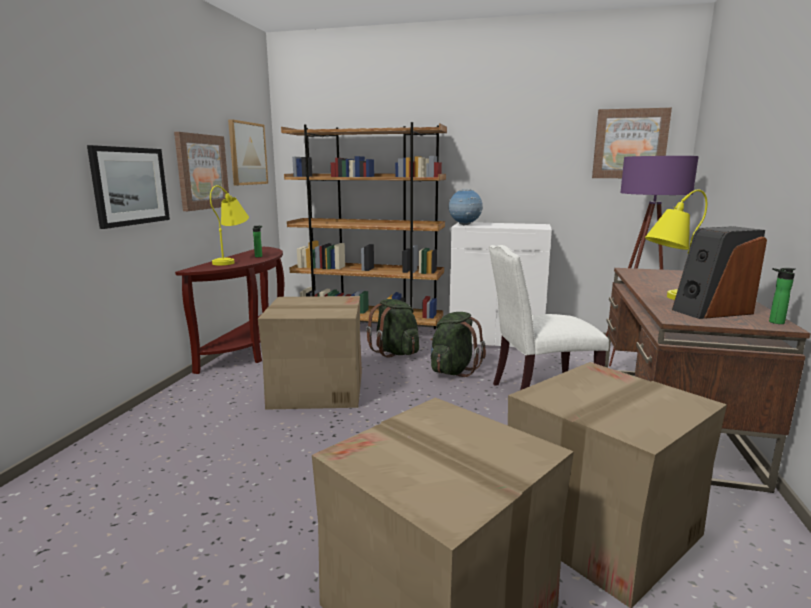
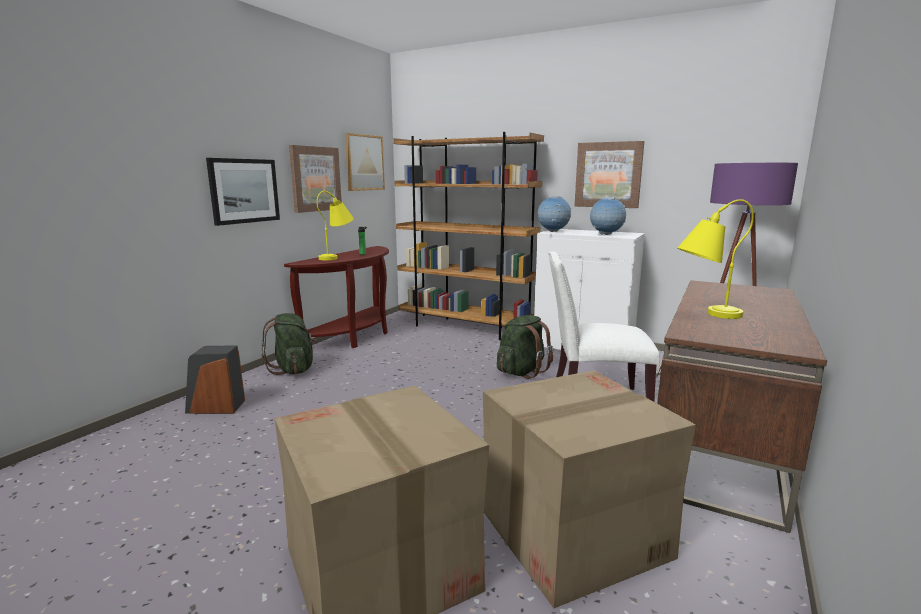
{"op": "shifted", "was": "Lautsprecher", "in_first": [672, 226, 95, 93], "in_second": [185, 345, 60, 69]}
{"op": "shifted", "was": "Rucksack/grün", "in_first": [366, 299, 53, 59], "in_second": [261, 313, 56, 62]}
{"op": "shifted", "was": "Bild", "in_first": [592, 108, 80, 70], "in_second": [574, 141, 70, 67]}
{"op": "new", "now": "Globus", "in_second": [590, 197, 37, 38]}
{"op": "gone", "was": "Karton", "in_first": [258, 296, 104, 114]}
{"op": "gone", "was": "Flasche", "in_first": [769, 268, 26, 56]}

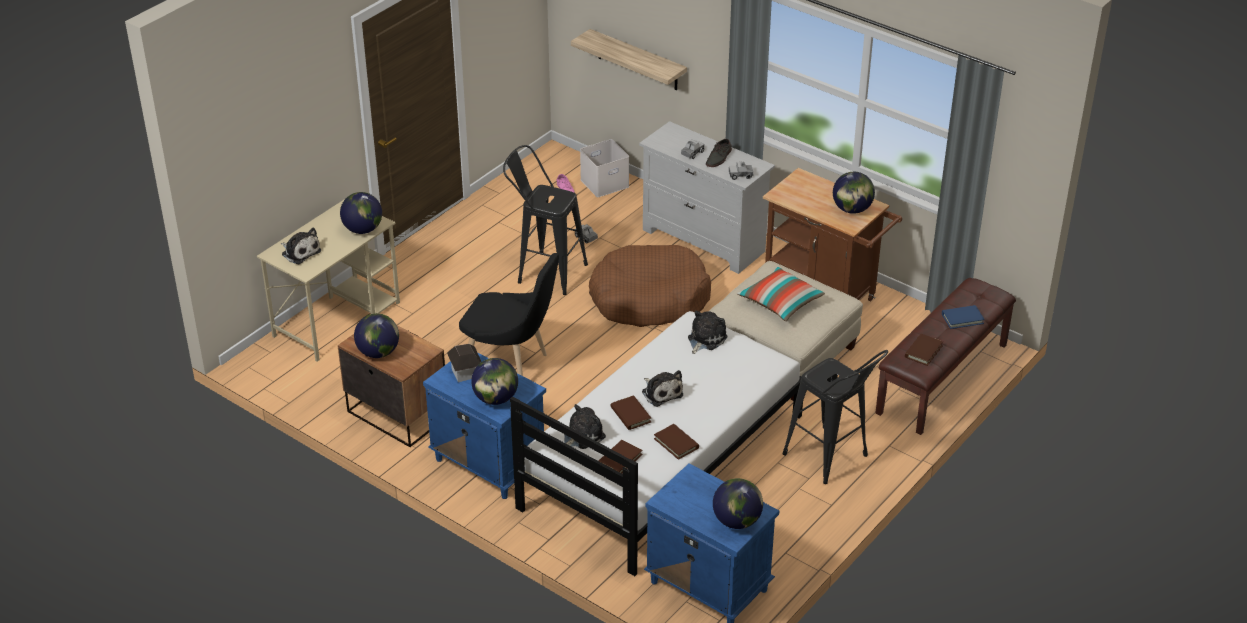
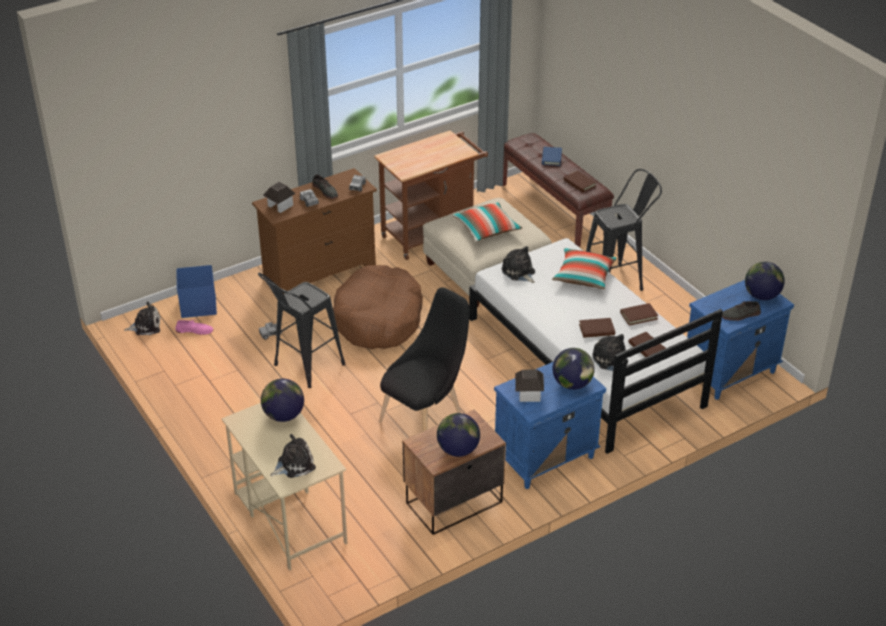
{"op": "shifted", "was": "Plüschtier", "in_first": [642, 370, 41, 37], "in_second": [124, 302, 36, 33]}
{"op": "repainted", "was": "Aufbewahrungsbox/weiß", "now": "Aufbewahrungsbox/blau", "in_first": [580, 139, 49, 58], "in_second": [176, 265, 41, 53]}
{"op": "repainted", "was": "Kommode/weiß", "now": "Kommode/braun", "in_first": [639, 121, 136, 153], "in_second": [252, 168, 125, 126]}
{"op": "new", "now": "Spielzeughaus", "in_second": [263, 182, 32, 31]}
{"op": "new", "now": "Kissen", "in_second": [552, 248, 65, 41]}
{"op": "new", "now": "Schuh/grau", "in_second": [722, 301, 39, 20]}
{"op": "gone", "was": "Wandregal", "in_first": [571, 29, 116, 61]}
{"op": "gone", "was": "Globus", "in_first": [833, 172, 42, 42]}

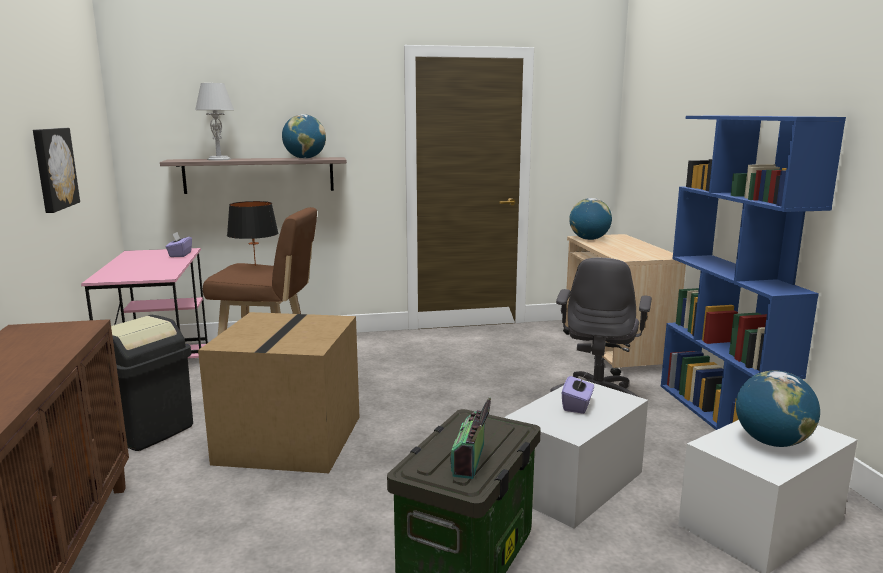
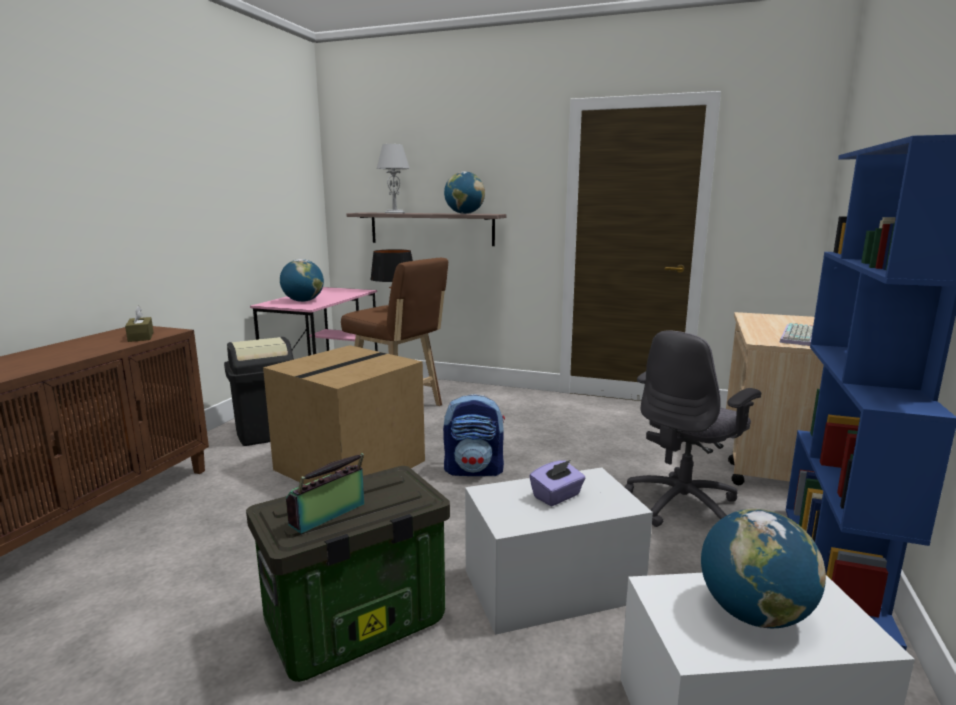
{"op": "new", "now": "Taschentuchbox/braun", "in_second": [125, 306, 28, 36]}
{"op": "shifted", "was": "Globus", "in_first": [569, 198, 43, 42], "in_second": [280, 259, 44, 43]}
{"op": "new", "now": "Rucksack", "in_second": [443, 394, 62, 82]}
{"op": "new", "now": "Tastatur", "in_second": [779, 323, 34, 23]}
{"op": "gone", "was": "Bild", "in_first": [33, 128, 47, 85]}
{"op": "gone", "was": "Taschentuchbox/lila", "in_first": [166, 232, 26, 25]}

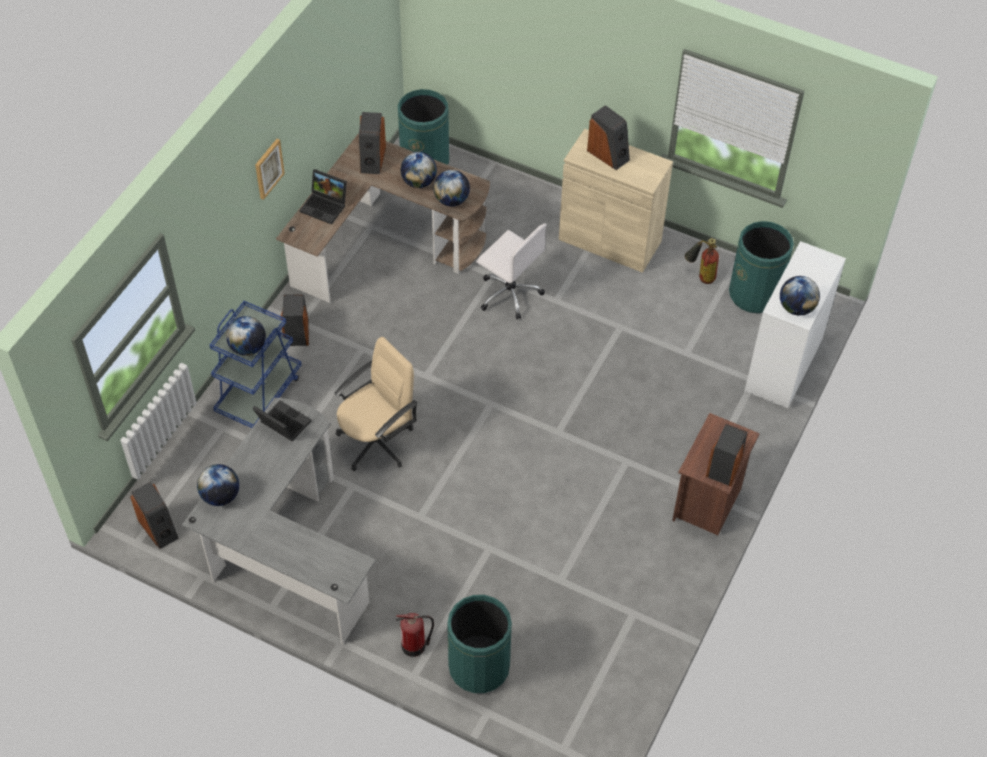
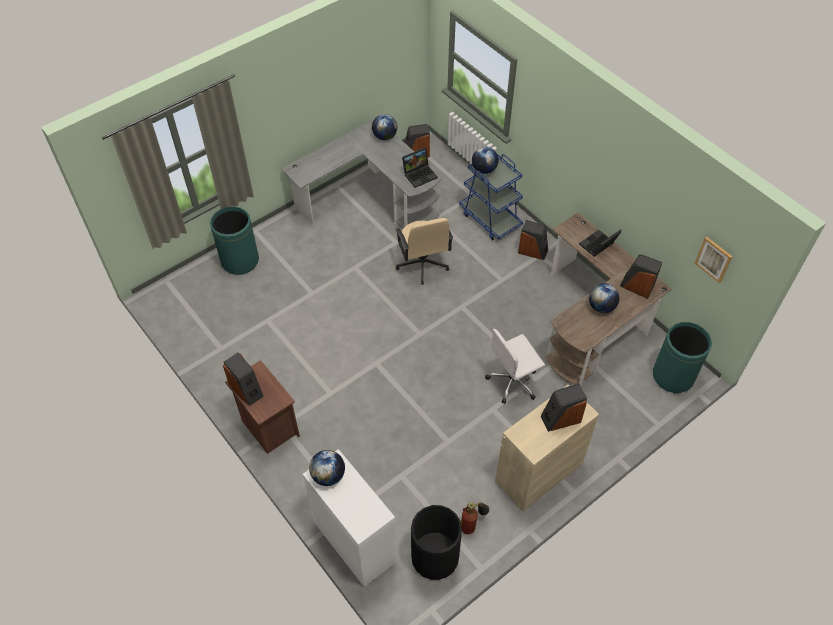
{"op": "repainted", "was": "Mülleimer/grün", "now": "Mülleimer/schwarz", "in_first": [729, 221, 65, 92], "in_second": [411, 505, 51, 75]}
{"op": "shifted", "was": "Bild", "in_first": [255, 139, 30, 61], "in_second": [695, 237, 38, 46]}
{"op": "gone", "was": "Feuerlöscher", "in_first": [396, 613, 38, 44]}
{"op": "gone", "was": "Globus", "in_first": [433, 170, 37, 37]}

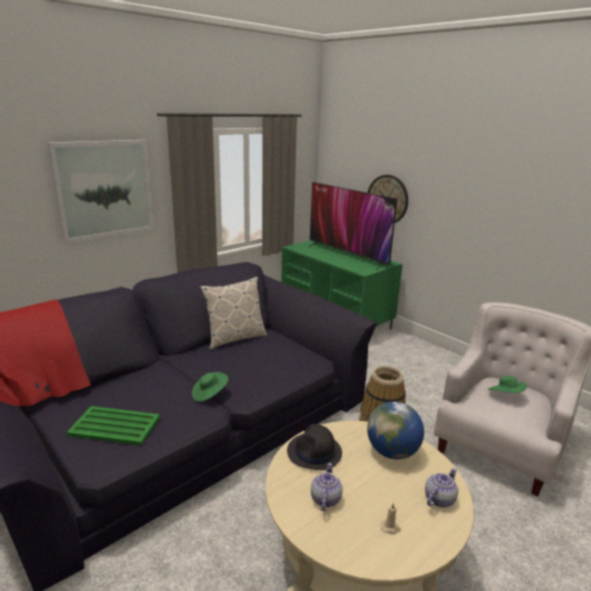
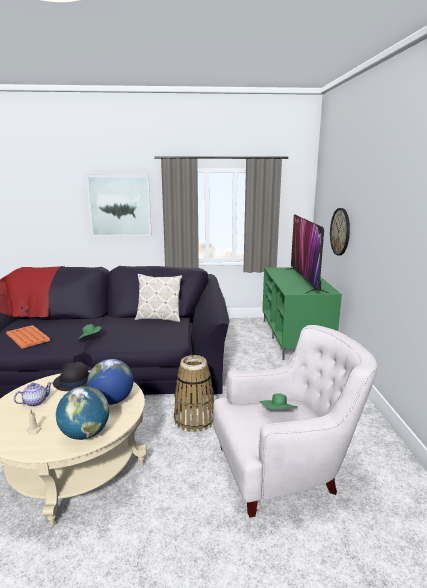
{"op": "repainted", "was": "Tablett/grün", "now": "Tablett/orange", "in_first": [67, 406, 93, 40], "in_second": [6, 325, 44, 24]}
{"op": "swapped", "was": "Teekanne", "now": "Globus", "in_first": [425, 468, 33, 39], "in_second": [56, 386, 53, 54]}

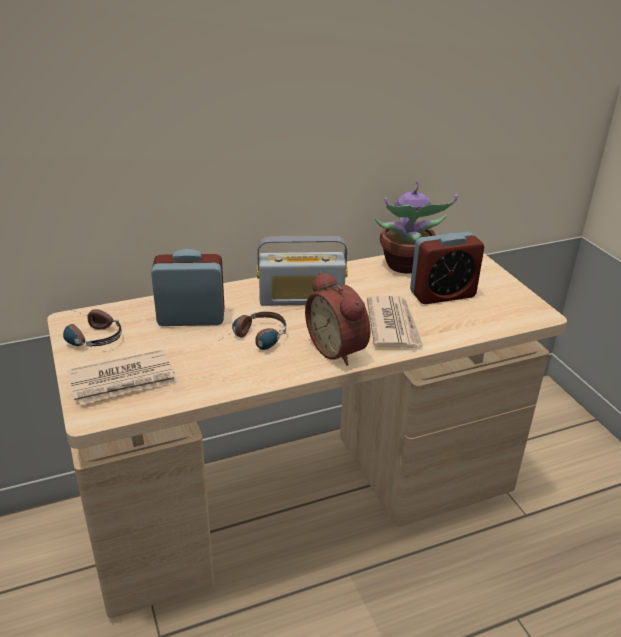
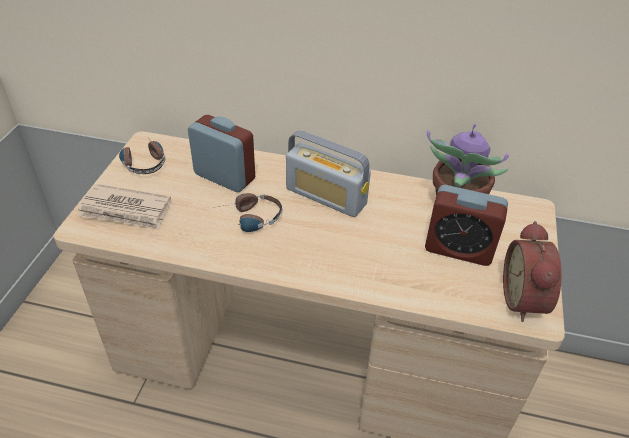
{"op": "shifted", "was": "Wecker", "in_first": [305, 271, 66, 95], "in_second": [503, 221, 59, 101]}
{"op": "gone", "was": "Zeitung", "in_first": [367, 296, 56, 52]}

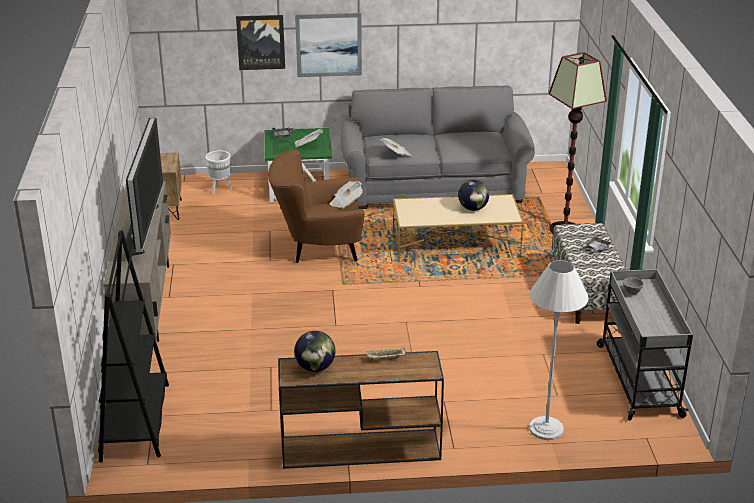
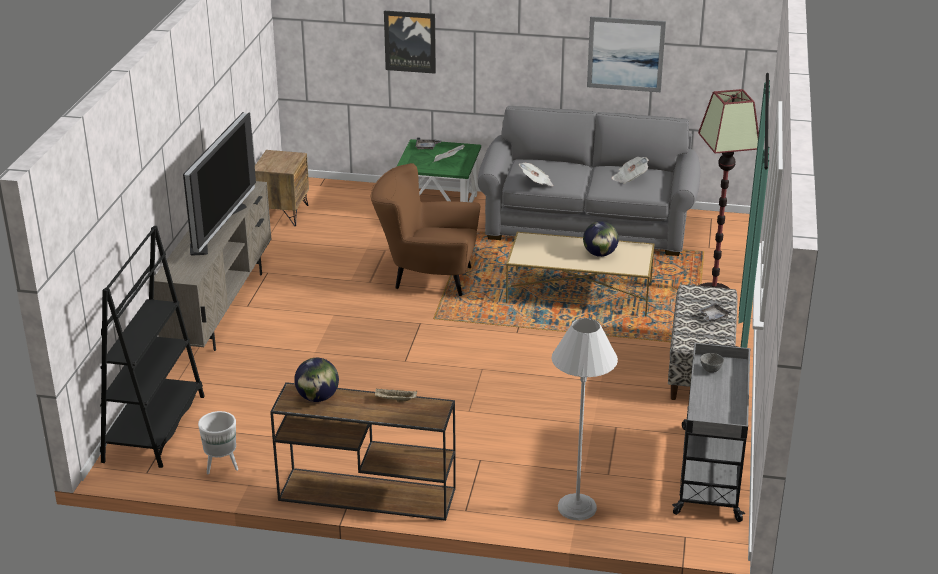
{"op": "shifted", "was": "Pflanzkübel/weiß", "in_first": [205, 150, 27, 44], "in_second": [198, 411, 40, 64]}
{"op": "shifted", "was": "Bild", "in_first": [295, 13, 67, 64], "in_second": [587, 16, 79, 76]}
{"op": "shifted", "was": "Zeitung", "in_first": [330, 181, 33, 28], "in_second": [612, 157, 37, 27]}

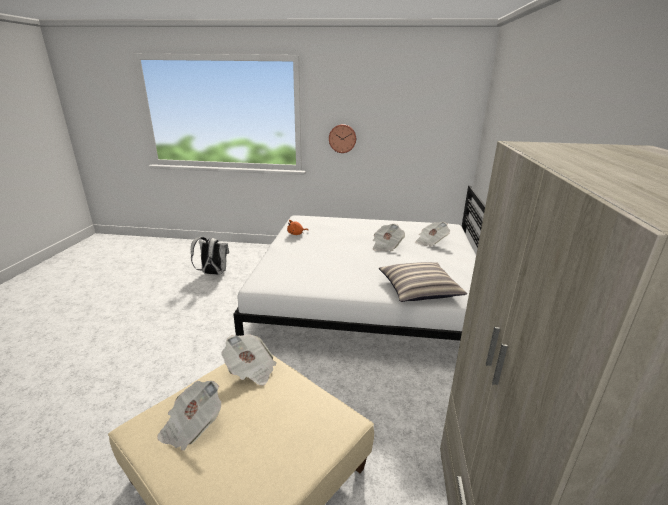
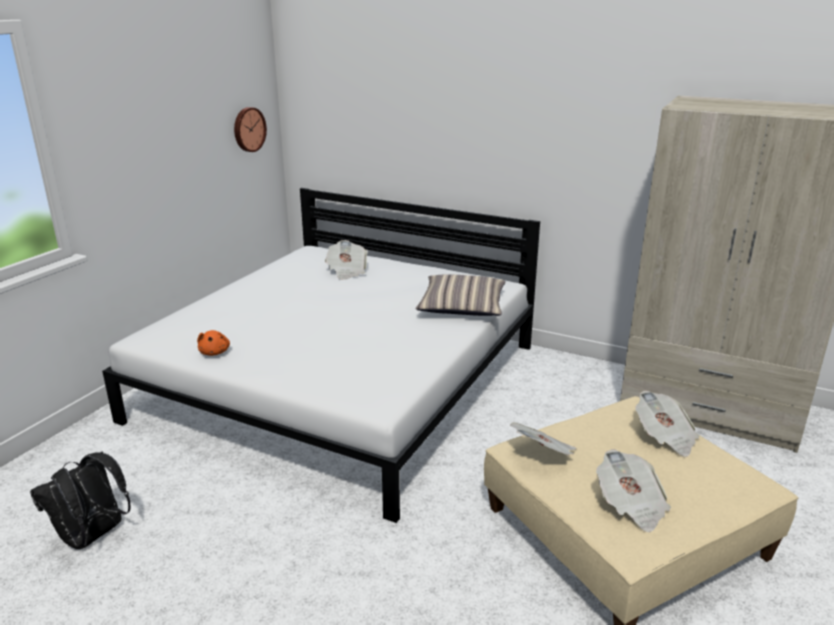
{"op": "repainted", "was": "Rucksack/weiß", "now": "Rucksack/schwarz", "in_first": [191, 237, 38, 38], "in_second": [30, 452, 100, 97]}
{"op": "shifted", "was": "Wanduhr", "in_first": [329, 124, 27, 29], "in_second": [234, 107, 33, 45]}
{"op": "shifted", "was": "Zeitung", "in_first": [372, 224, 33, 28], "in_second": [635, 390, 64, 67]}

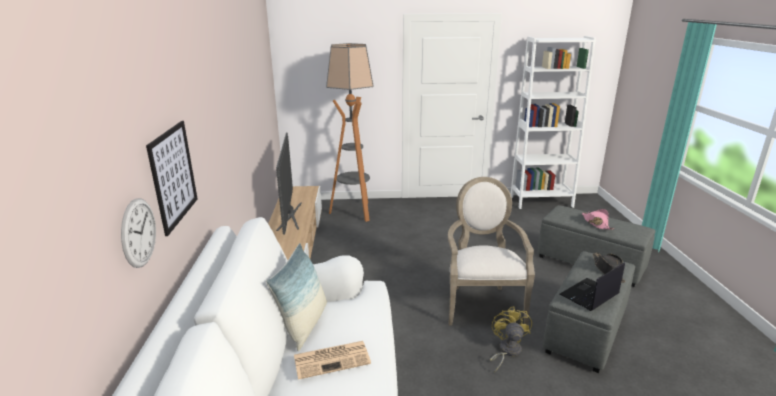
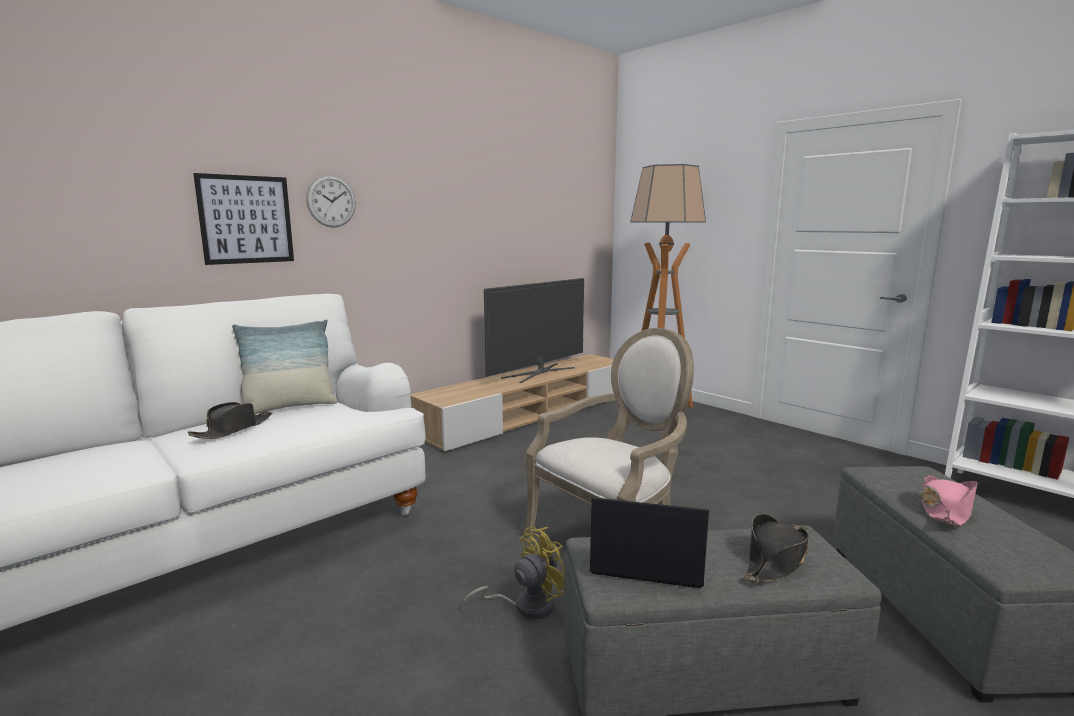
{"op": "swapped", "was": "Zeitung", "now": "Hut/schwarz", "in_first": [294, 341, 77, 39], "in_second": [188, 402, 84, 37]}
{"op": "shifted", "was": "Wanduhr", "in_first": [121, 198, 35, 70], "in_second": [306, 175, 50, 53]}

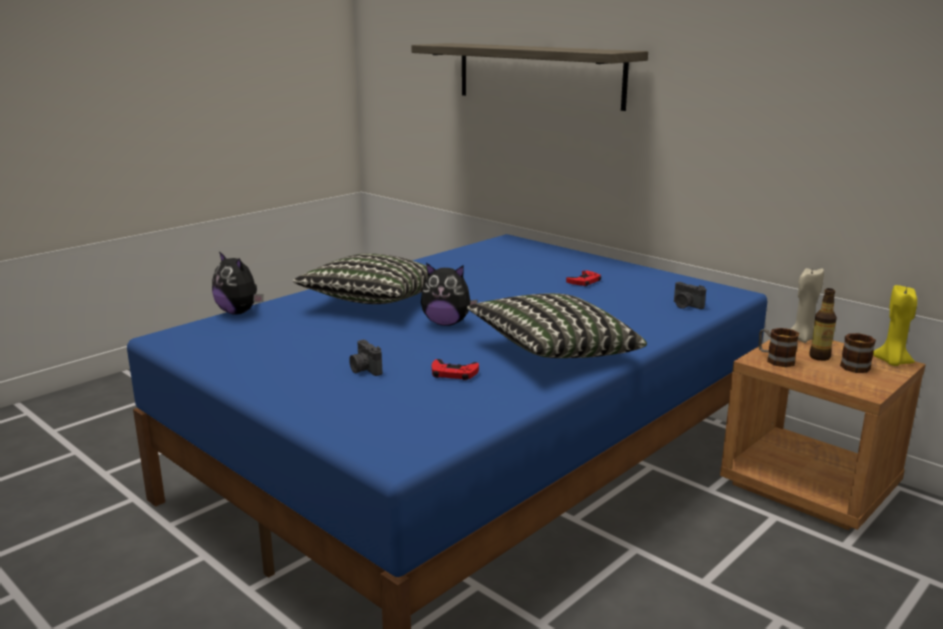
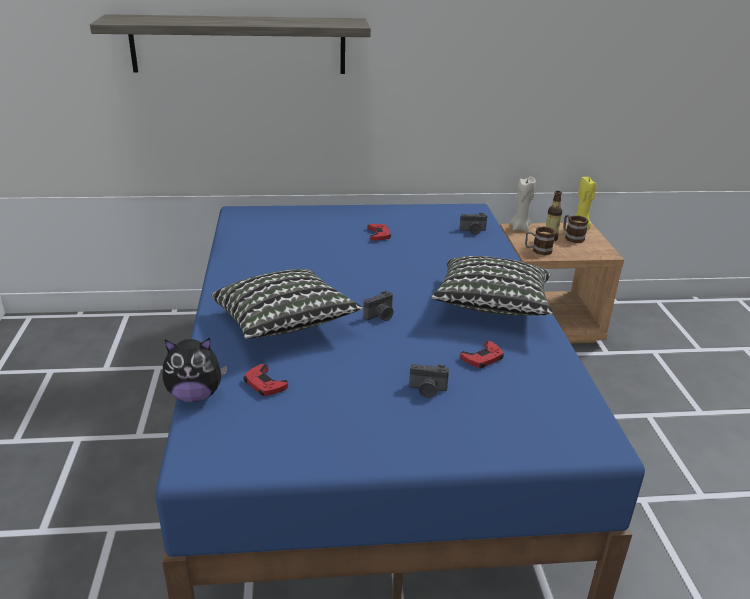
{"op": "new", "now": "Gamepad/rot", "in_second": [243, 364, 45, 32]}
{"op": "swapped", "was": "Plüschtier", "now": "Kamera", "in_first": [421, 263, 57, 63], "in_second": [363, 291, 30, 30]}

